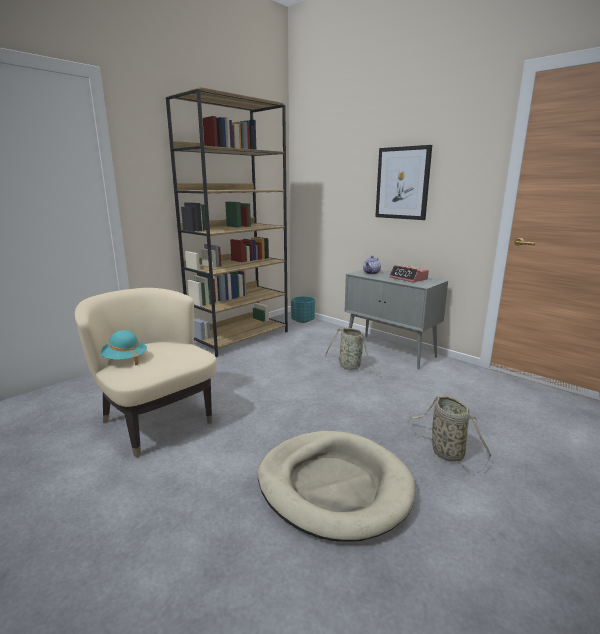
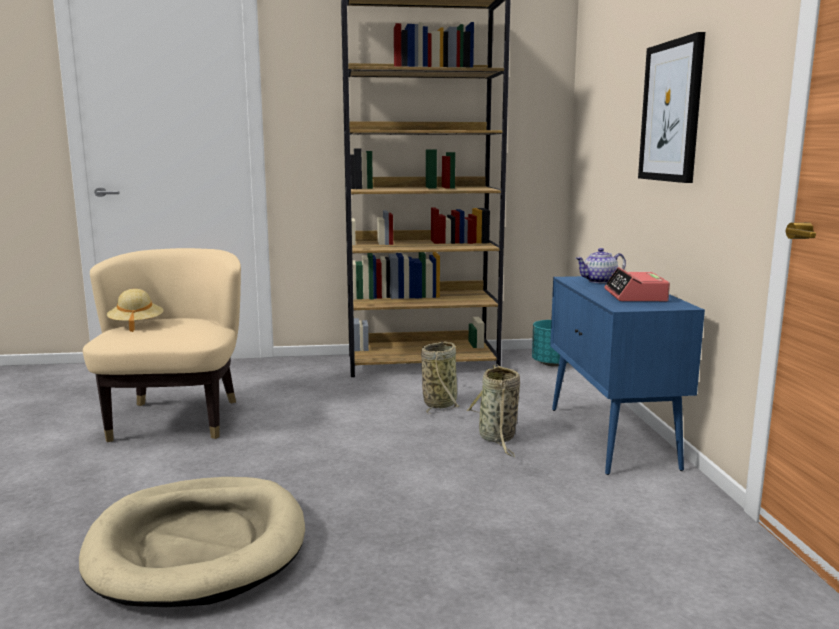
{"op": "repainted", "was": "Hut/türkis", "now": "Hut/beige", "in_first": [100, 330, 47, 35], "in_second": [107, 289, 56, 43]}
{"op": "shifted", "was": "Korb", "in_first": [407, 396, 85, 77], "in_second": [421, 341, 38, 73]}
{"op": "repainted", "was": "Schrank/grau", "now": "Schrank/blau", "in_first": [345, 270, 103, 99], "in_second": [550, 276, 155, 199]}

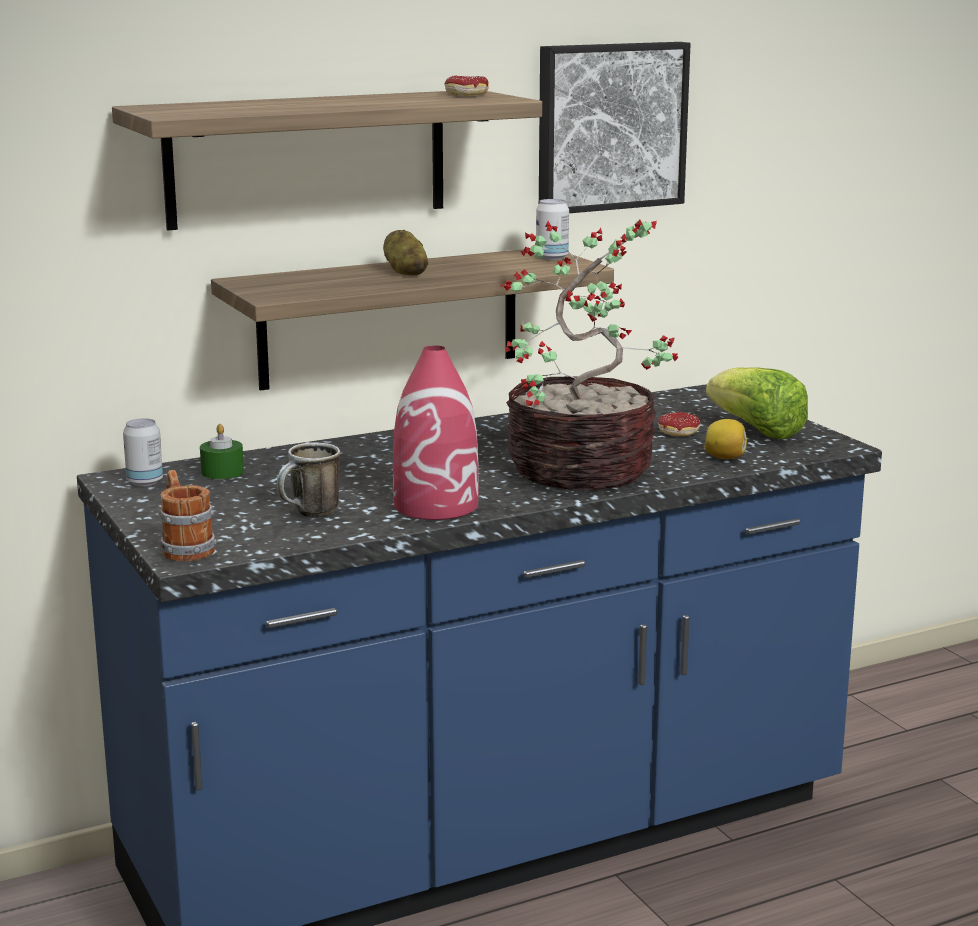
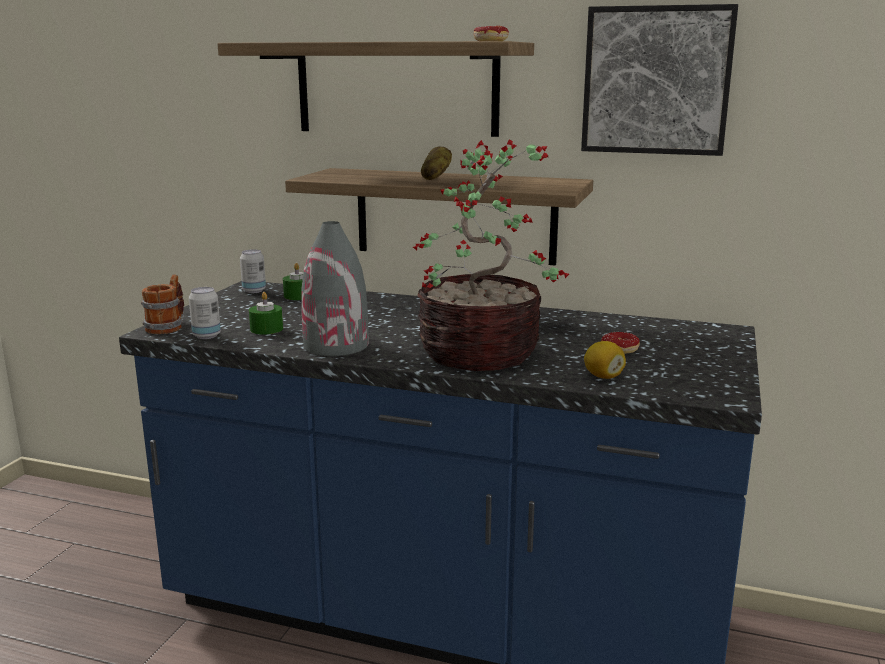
{"op": "shifted", "was": "Dose", "in_first": [536, 199, 33, 61], "in_second": [189, 287, 32, 52]}
{"op": "swapped", "was": "Henkelbecher", "now": "Kerze/grün", "in_first": [276, 443, 64, 75], "in_second": [249, 292, 34, 43]}
{"op": "repainted", "was": "Vase/rot", "now": "Vase/grau", "in_first": [393, 346, 86, 174], "in_second": [301, 221, 68, 135]}
{"op": "gone", "was": "Salatkopf", "in_first": [706, 367, 102, 72]}

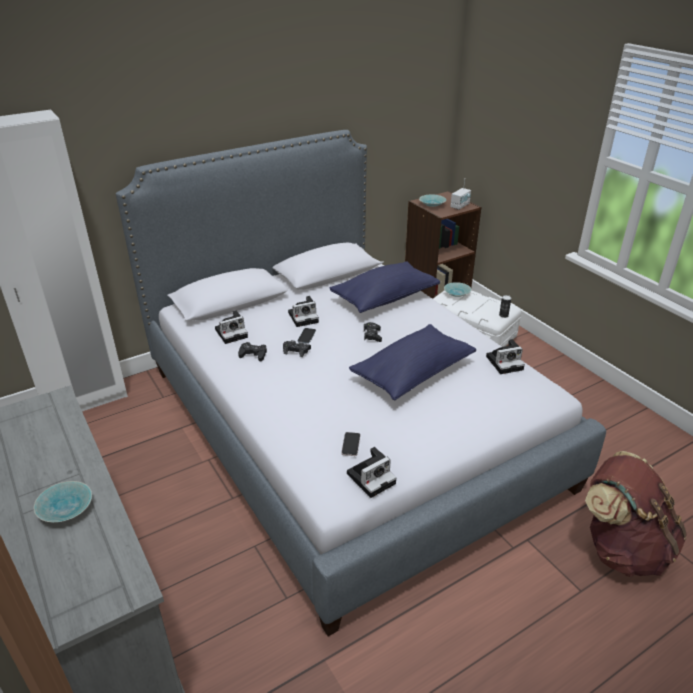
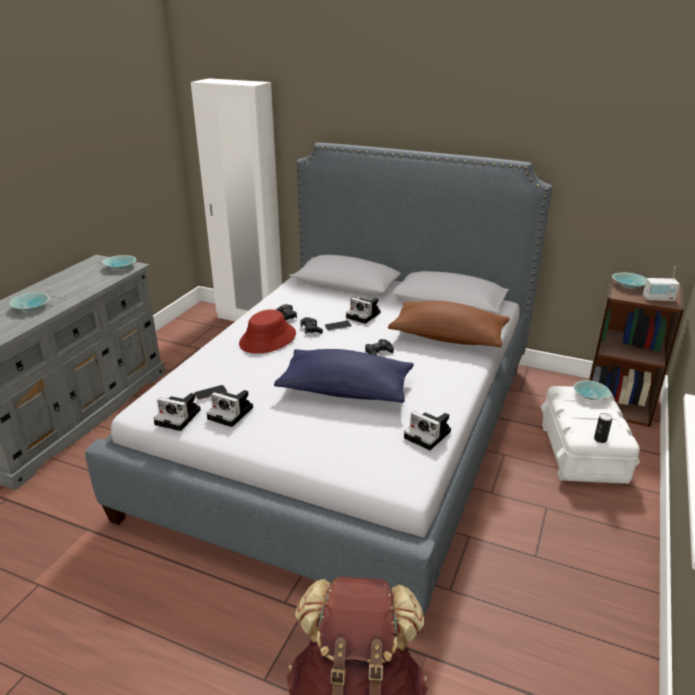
{"op": "new", "now": "Schüssel/türkis", "in_second": [102, 255, 34, 15]}
{"op": "shifted", "was": "Kamera", "in_first": [215, 310, 33, 34], "in_second": [206, 390, 47, 37]}
{"op": "new", "now": "Hut/rot", "in_second": [239, 309, 57, 45]}
{"op": "repainted", "was": "Kissen/blau", "now": "Kissen/braun", "in_first": [330, 261, 110, 52], "in_second": [388, 301, 122, 47]}

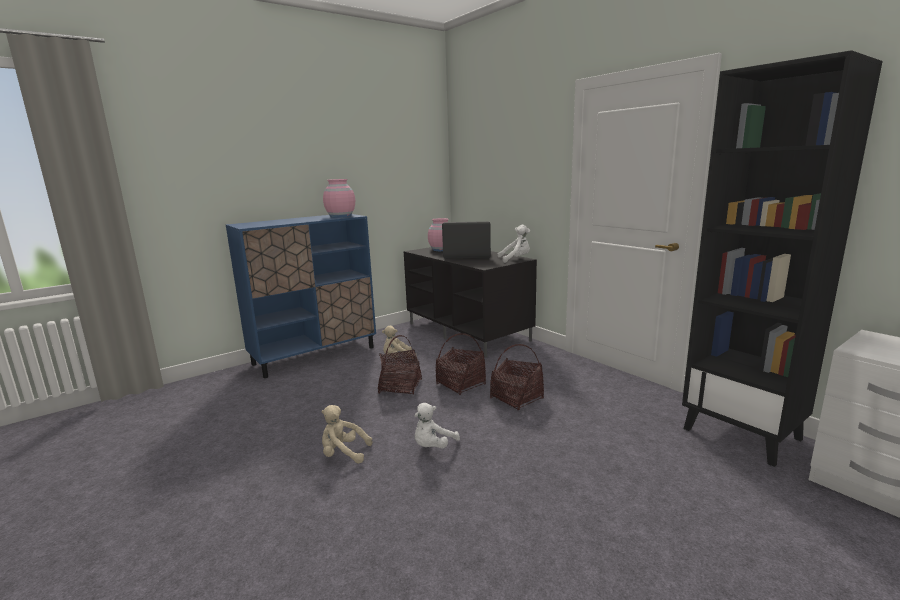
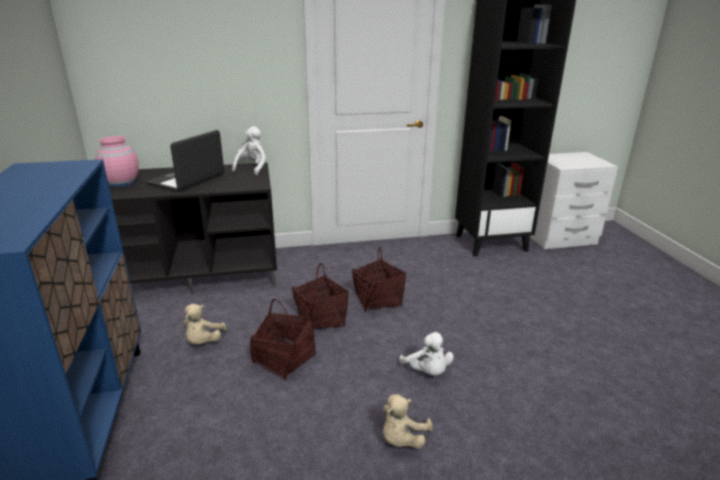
{"op": "gone", "was": "Vase/rosa", "in_first": [323, 179, 32, 39]}

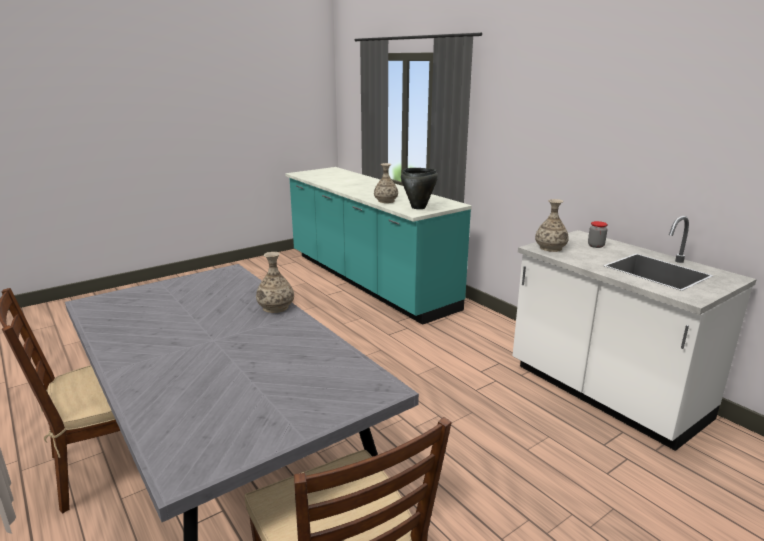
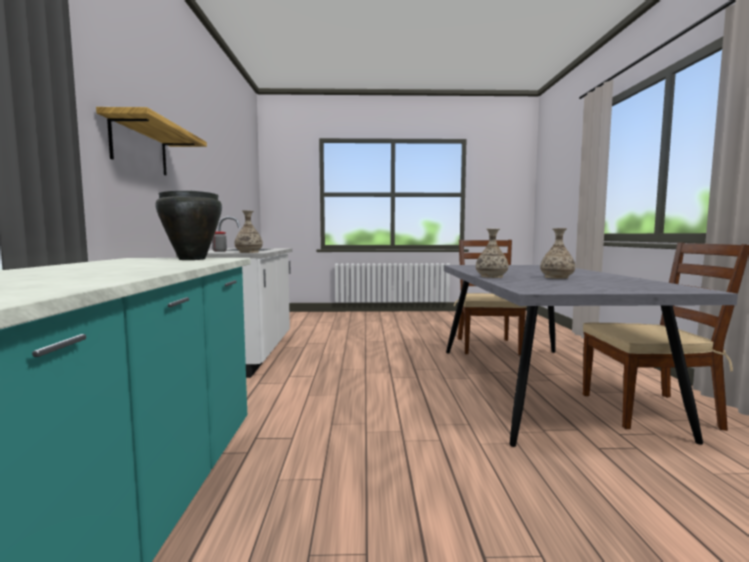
{"op": "new", "now": "Wandregal", "in_second": [96, 107, 111, 68]}
{"op": "shifted", "was": "Vase", "in_first": [374, 163, 24, 40], "in_second": [540, 228, 35, 51]}

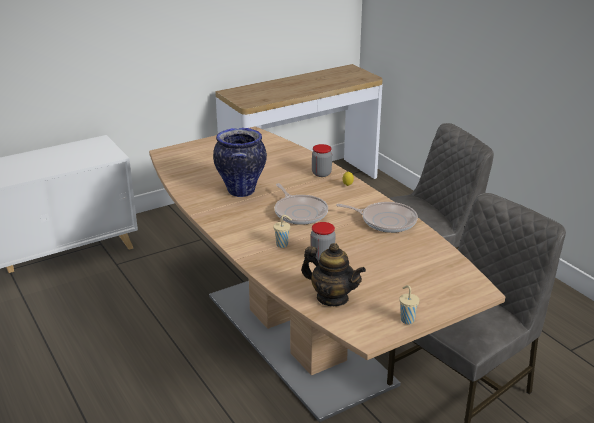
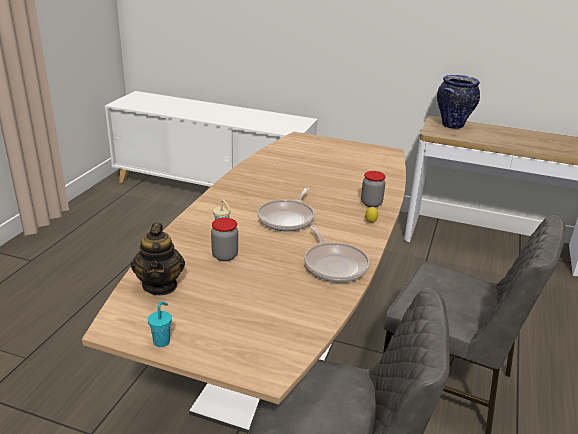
{"op": "repainted", "was": "Tasse/beige", "now": "Tasse/türkis", "in_first": [399, 285, 20, 39], "in_second": [148, 301, 24, 46]}
{"op": "shifted", "was": "Vase", "in_first": [213, 128, 54, 69], "in_second": [437, 75, 43, 54]}

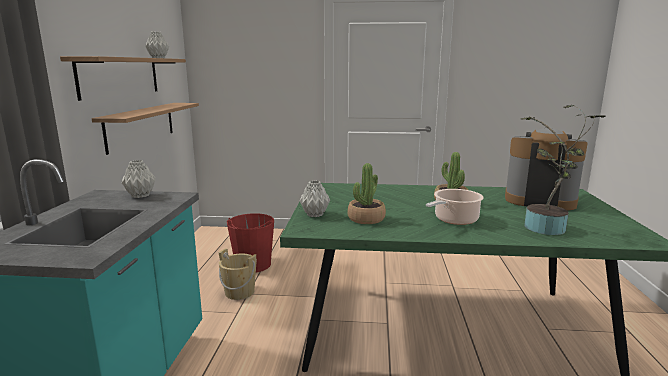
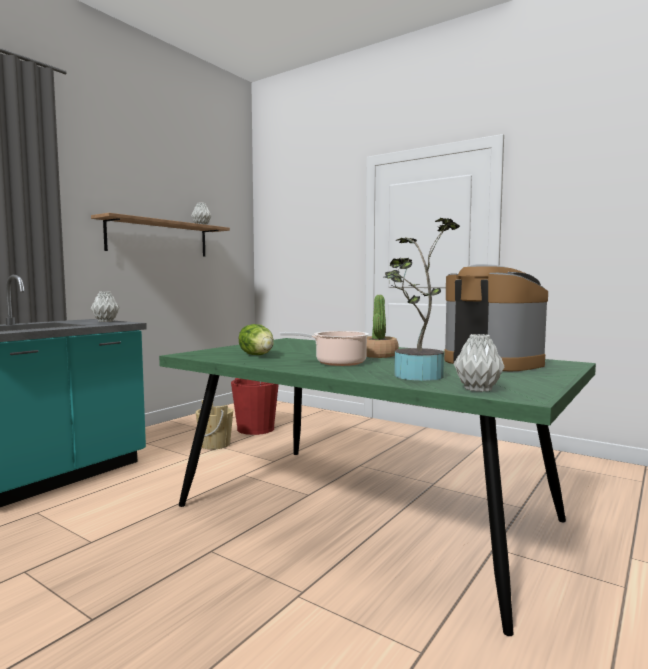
{"op": "swapped", "was": "Topfpflanze", "now": "Salatkopf", "in_first": [347, 163, 39, 61], "in_second": [239, 324, 35, 31]}
{"op": "shifted", "was": "Vase/grau", "in_first": [300, 180, 30, 37], "in_second": [454, 334, 50, 58]}
{"op": "gone", "was": "Wandregal", "in_first": [92, 103, 107, 52]}

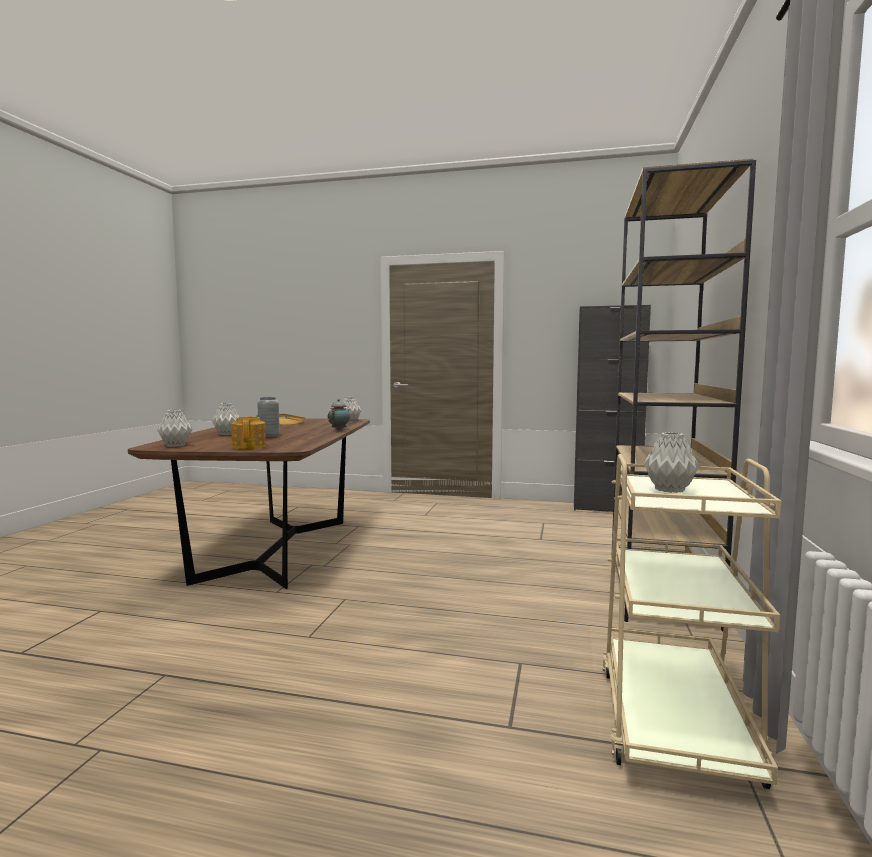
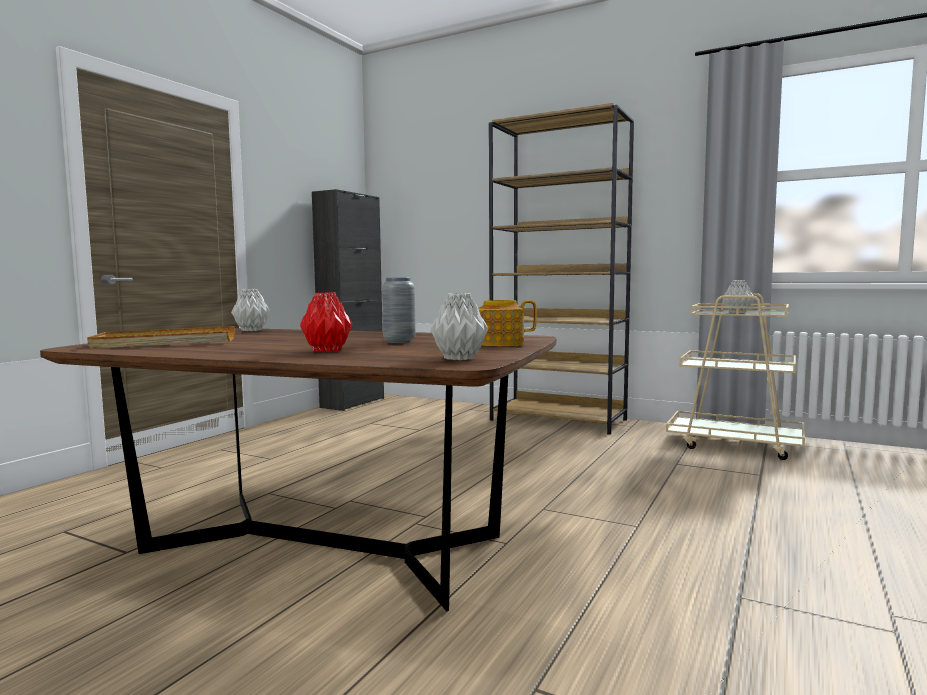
{"op": "repainted", "was": "Vase/grau", "now": "Vase/rot", "in_first": [212, 403, 27, 32], "in_second": [300, 292, 53, 60]}
{"op": "gone", "was": "Teekanne", "in_first": [328, 399, 22, 32]}

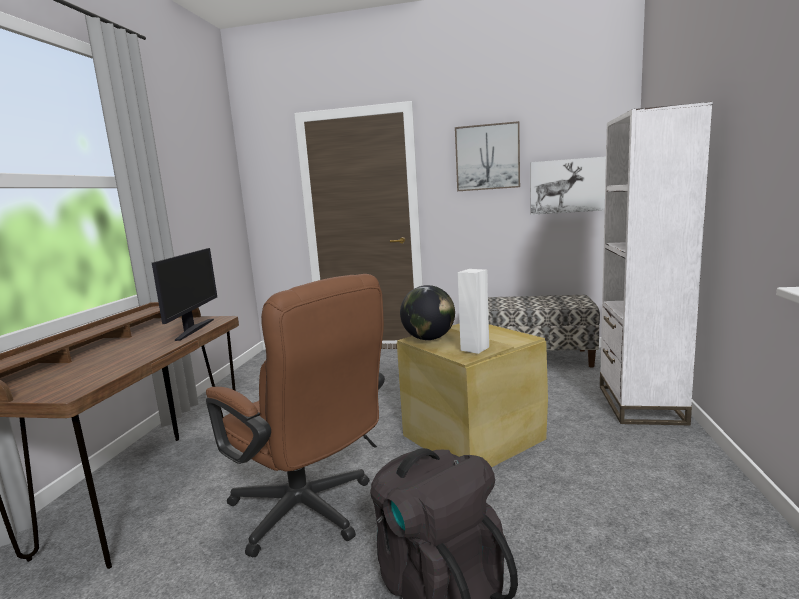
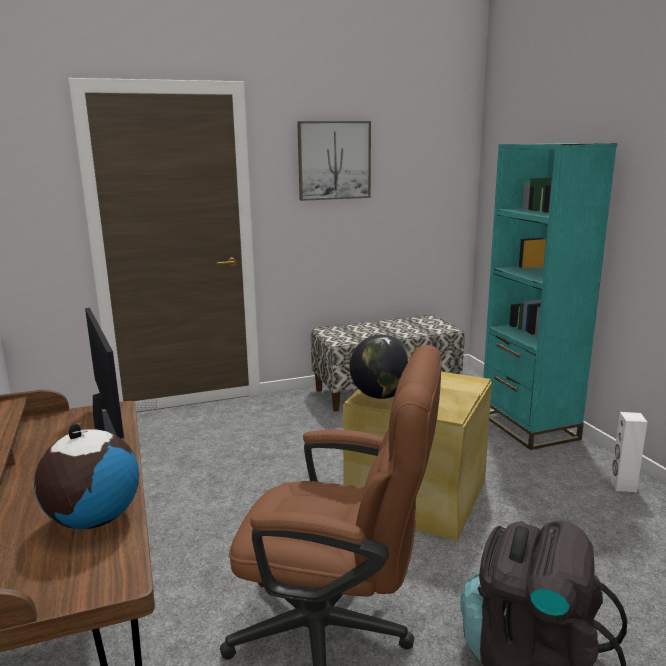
{"op": "new", "now": "Globus", "in_second": [34, 423, 105, 106]}
{"op": "repainted", "was": "Bücherregal/weiß", "now": "Bücherregal/türkis", "in_first": [600, 102, 113, 323], "in_second": [483, 143, 134, 307]}
{"op": "shifted", "was": "Lautsprecher/weiß", "in_first": [457, 269, 32, 85], "in_second": [611, 412, 36, 80]}
{"op": "gone", "was": "Bild", "in_first": [530, 156, 76, 59]}

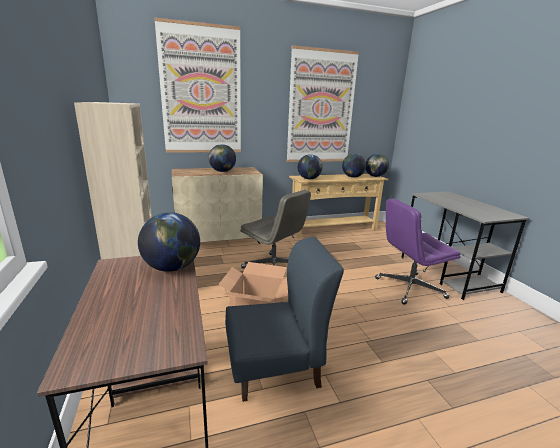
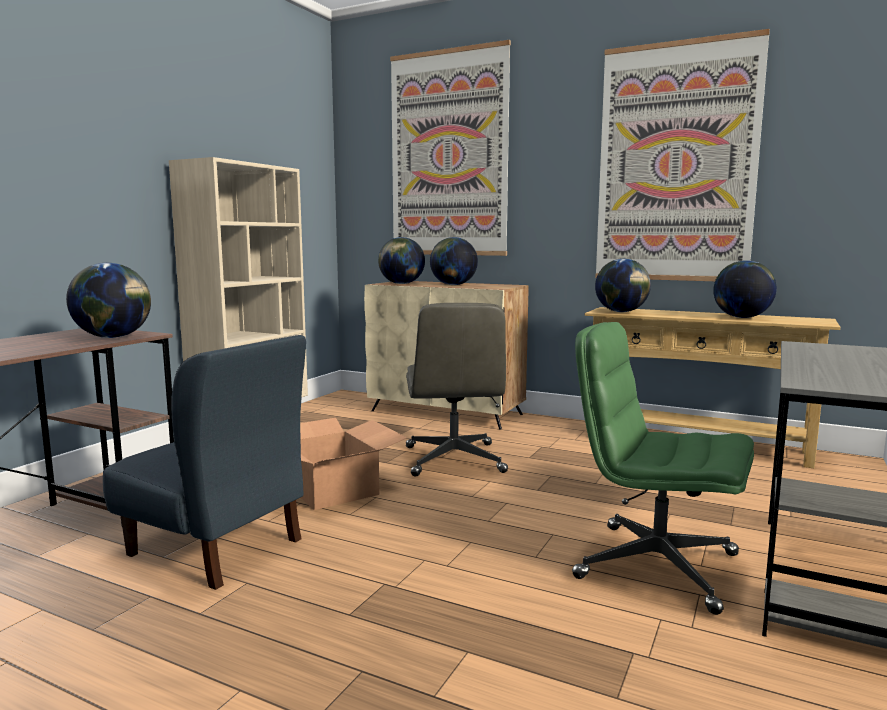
{"op": "shifted", "was": "Globus", "in_first": [366, 154, 23, 23], "in_second": [378, 237, 47, 47]}
{"op": "repainted", "was": "Bürostuhl/lila", "now": "Bürostuhl/grün", "in_first": [375, 199, 86, 106], "in_second": [572, 322, 182, 293]}

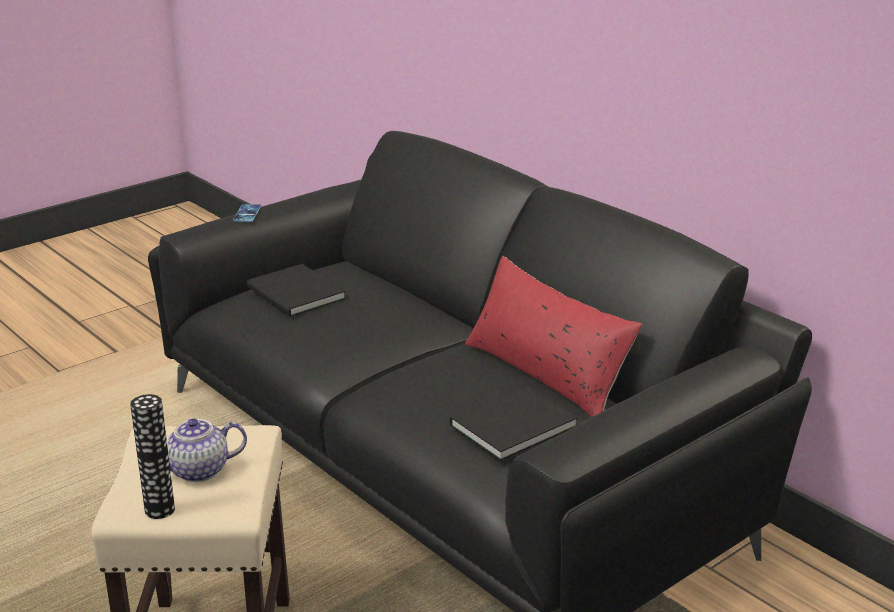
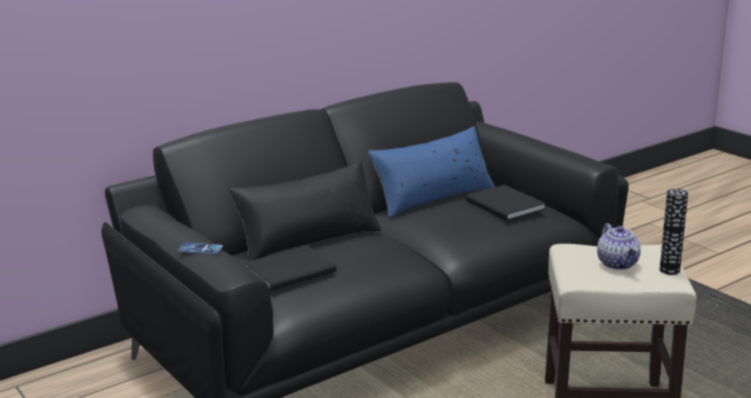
{"op": "new", "now": "Kissen/schwarz", "in_second": [229, 161, 152, 100]}
{"op": "repainted", "was": "Kissen/rot", "now": "Kissen/blau", "in_first": [465, 256, 177, 161], "in_second": [368, 126, 127, 92]}

